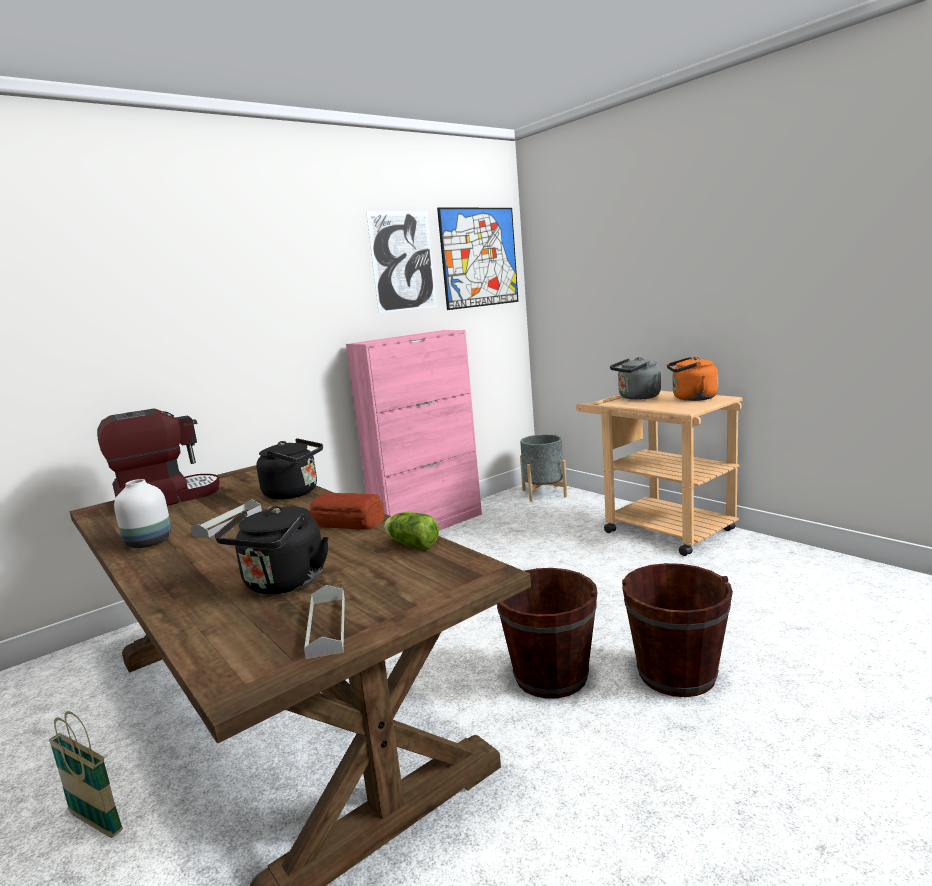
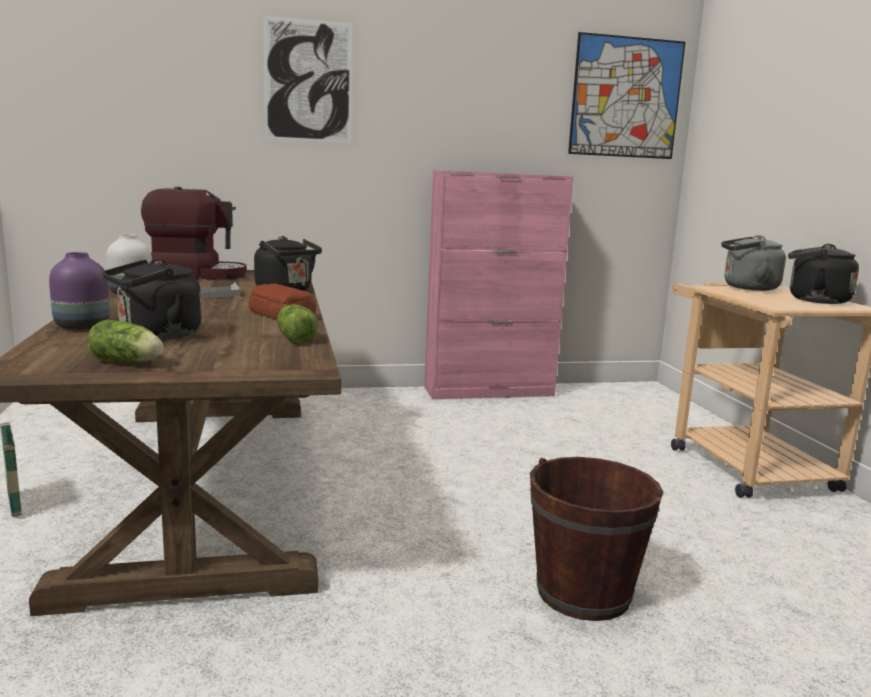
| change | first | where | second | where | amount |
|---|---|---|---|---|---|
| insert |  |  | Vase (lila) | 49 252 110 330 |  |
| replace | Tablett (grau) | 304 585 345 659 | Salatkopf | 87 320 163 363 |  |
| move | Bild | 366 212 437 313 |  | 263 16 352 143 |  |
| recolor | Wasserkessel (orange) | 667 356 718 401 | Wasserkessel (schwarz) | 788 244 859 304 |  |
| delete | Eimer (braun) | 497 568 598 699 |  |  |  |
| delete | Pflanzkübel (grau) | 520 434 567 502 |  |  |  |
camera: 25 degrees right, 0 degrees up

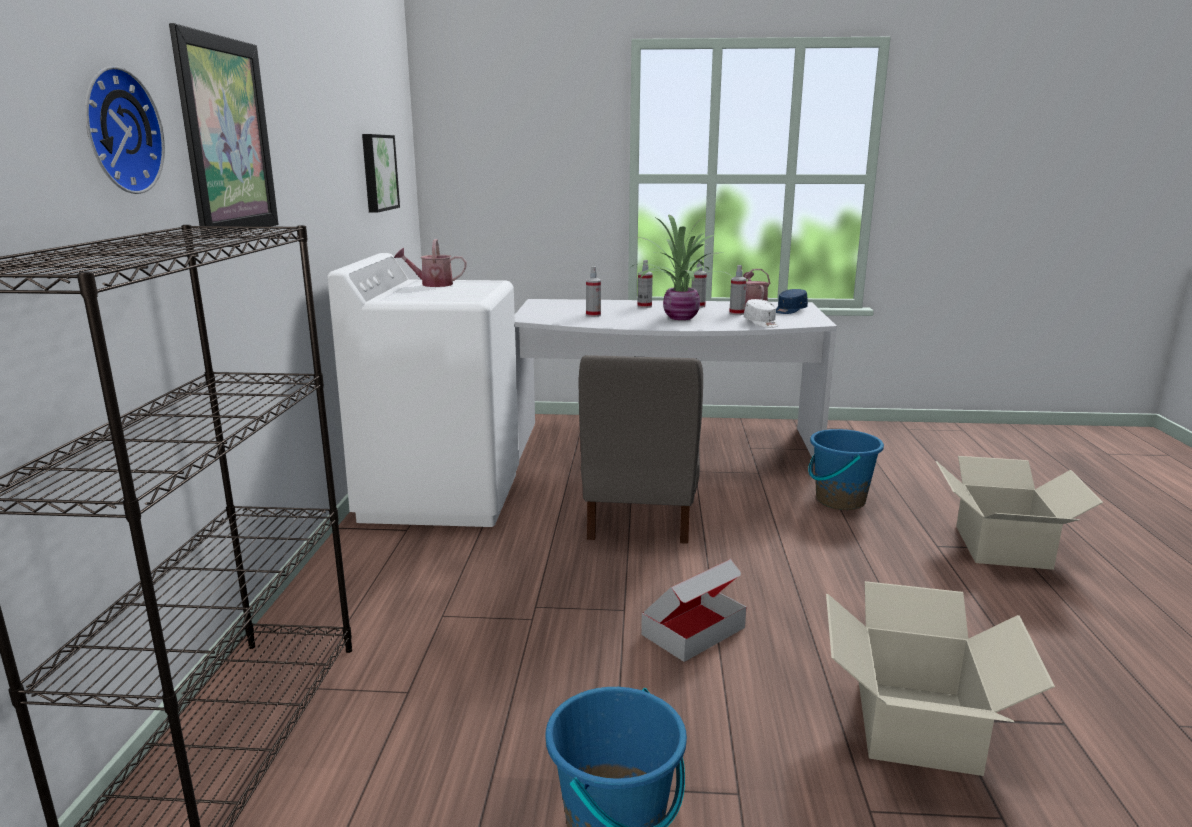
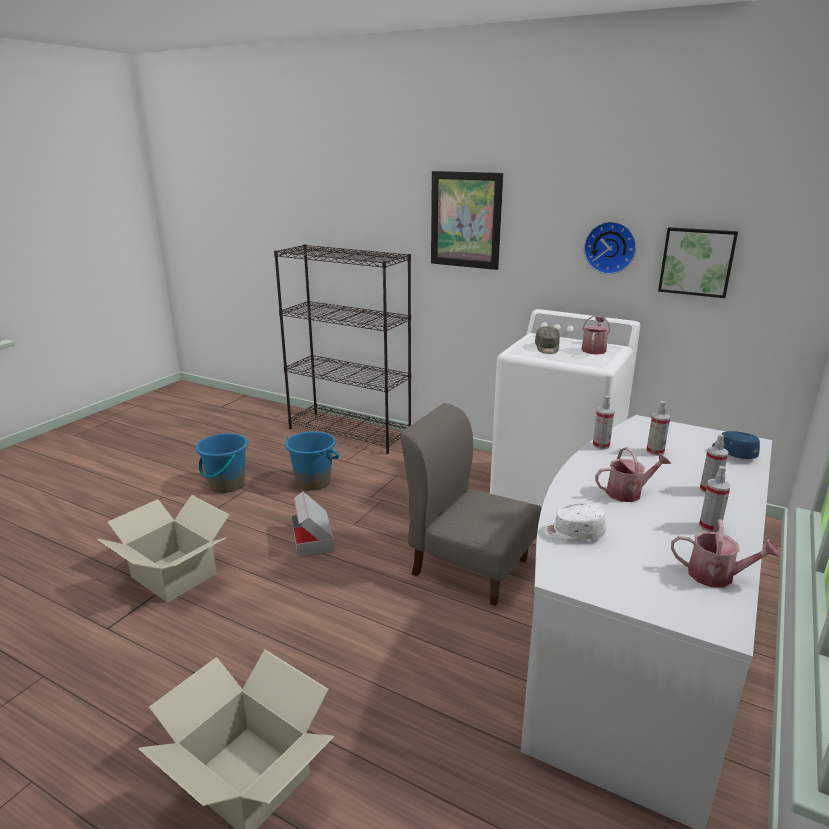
| change | first | where | second | where | amount |
|---|---|---|---|---|---|
| move | Eimer (blau) | 808 429 884 510 |  | 285 431 339 491 |  |
| insert |  |  | Kappe (grau) | 535 326 560 354 |  |
| move | Wanduhr | 85 66 165 194 |  | 584 221 636 274 |  |
| move | Sprühflasche | 729 265 747 315 |  | 593 396 615 449 |  |
| replace | Topfpflanze | 631 215 735 320 | Gießkanne | 595 447 671 502 |  |
| move | Kappe (blau) | 776 289 808 314 |  | 712 431 760 459 |  |
camera: 115 degrees right, 5 degrees up

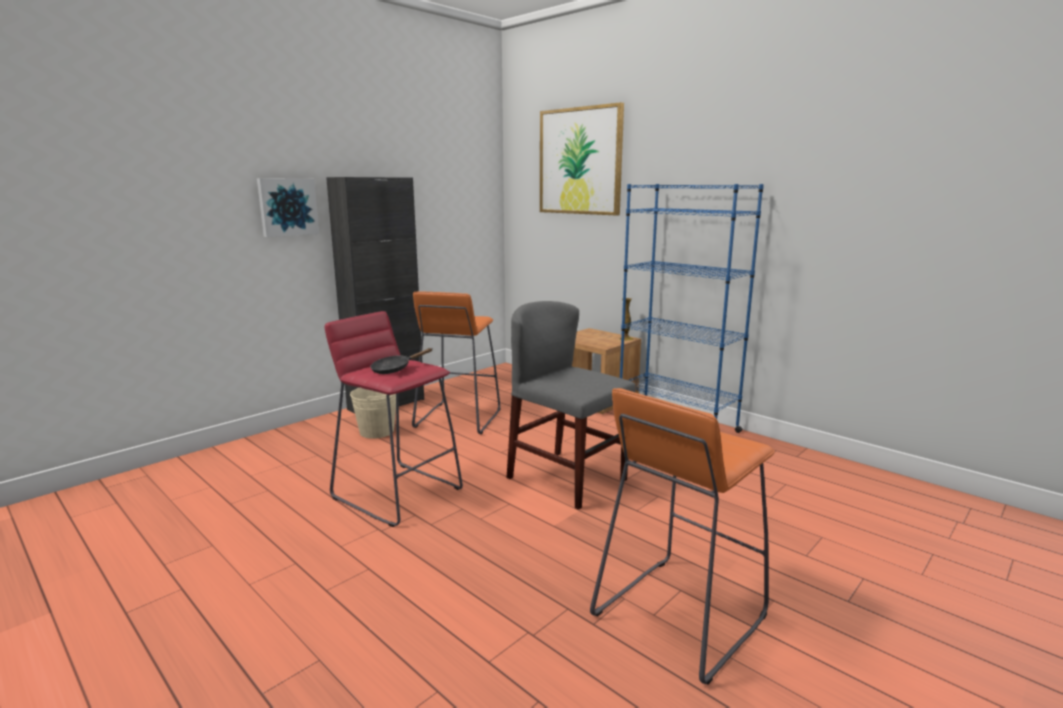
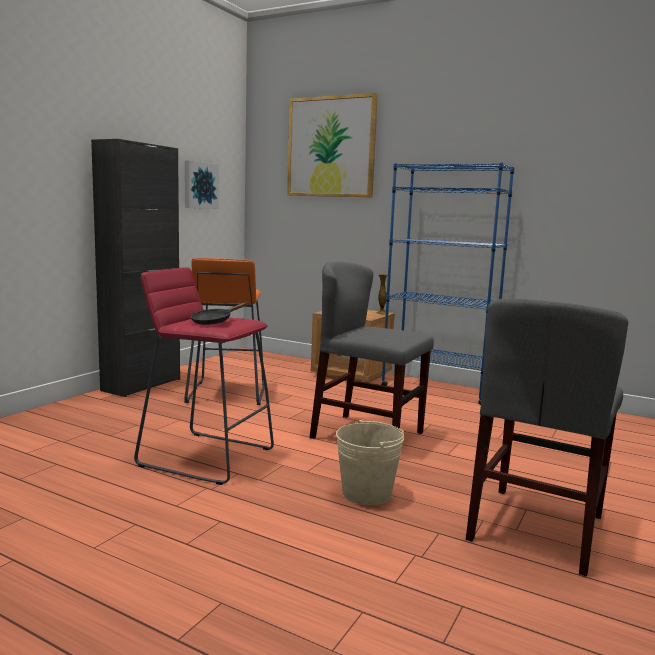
| change | first | where | second | where | amount |
|---|---|---|---|---|---|
| move | Bild | 257 178 319 237 |  | 185 160 219 209 |  |
| move | Eimer (beige) | 350 388 396 439 |  | 336 419 404 505 |  |
| replace | Hocker (orange) | 590 388 775 685 | Stuhl (grau) | 466 298 628 576 |  |
camera: 15 degrees left, 5 degrees down

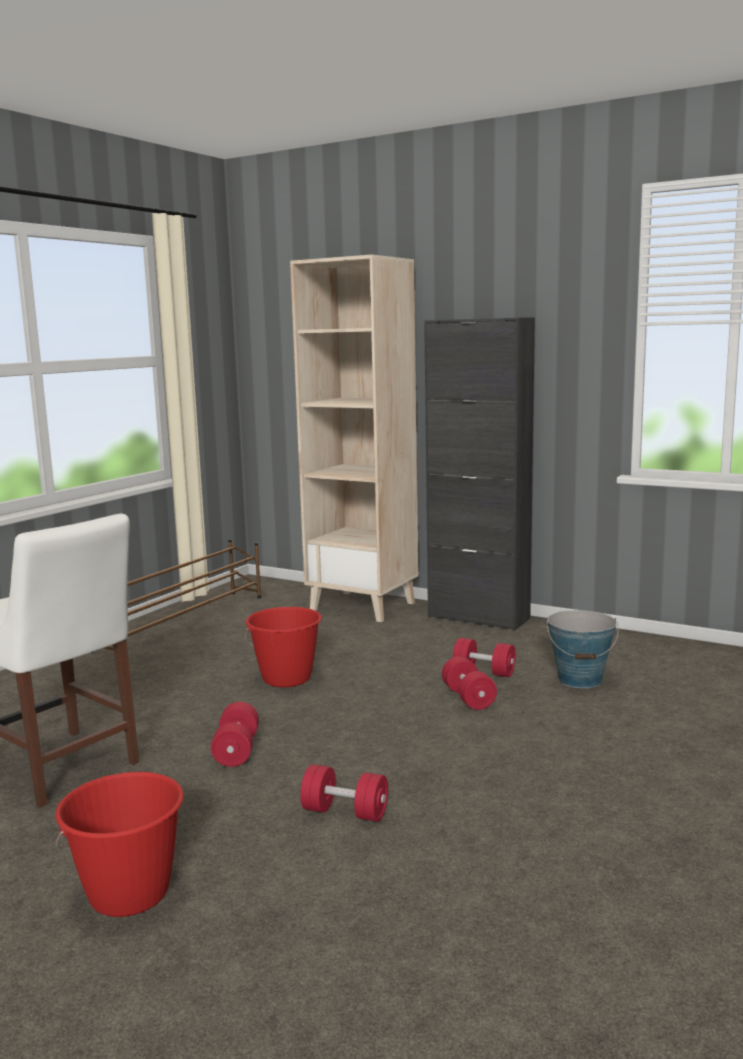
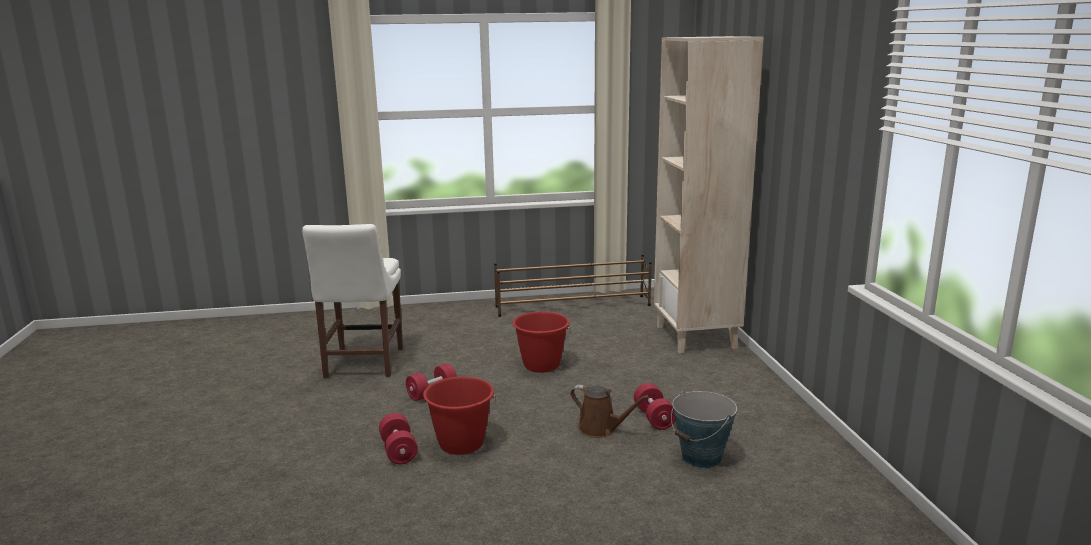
| change | first | where | second | where | amount |
|---|---|---|---|---|---|
| move | Eimer (rot) | 55 772 184 917 |  | 423 376 496 455 |  |
| replace | Hantel (rot) | 442 656 497 710 | Gießkanne (braun) | 570 385 649 438 |  |
| delete | Schrank (schwarz) | 424 318 535 631 |  |  |  |
camera: 50 degrees right, 5 degrees up

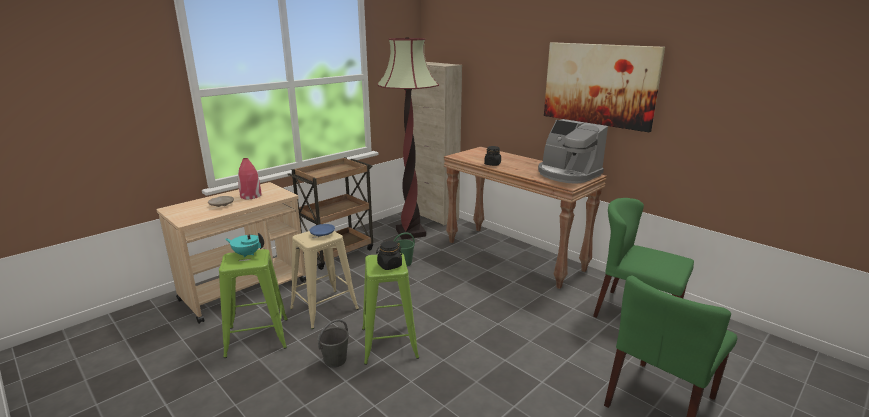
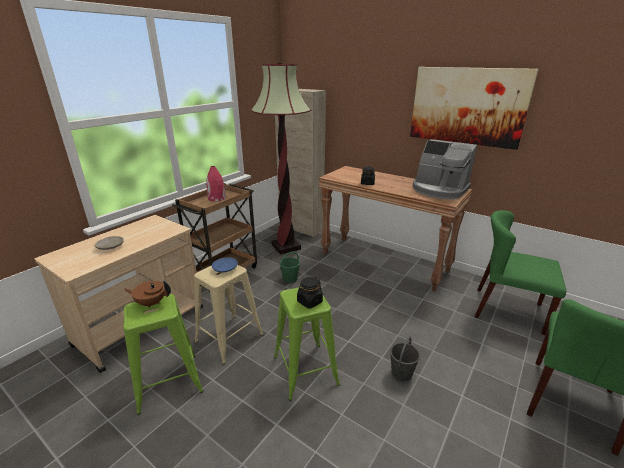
| change | first | where | second | where | amount |
|---|---|---|---|---|---|
| recolor | Teekanne (türkis) | 226 232 264 258 | Teekanne (braun) | 124 280 171 308 |  |
| move | Vase (rot) | 238 158 262 199 |  | 206 166 226 202 |  |
| move | Eimer (grau) | 317 319 349 368 |  | 390 336 420 382 |  |
camera: 10 degrees left, 5 degrees up

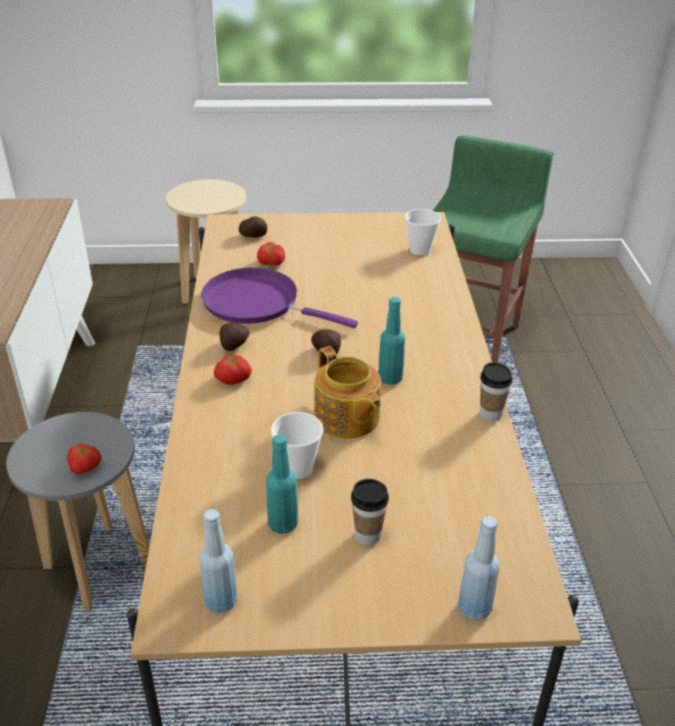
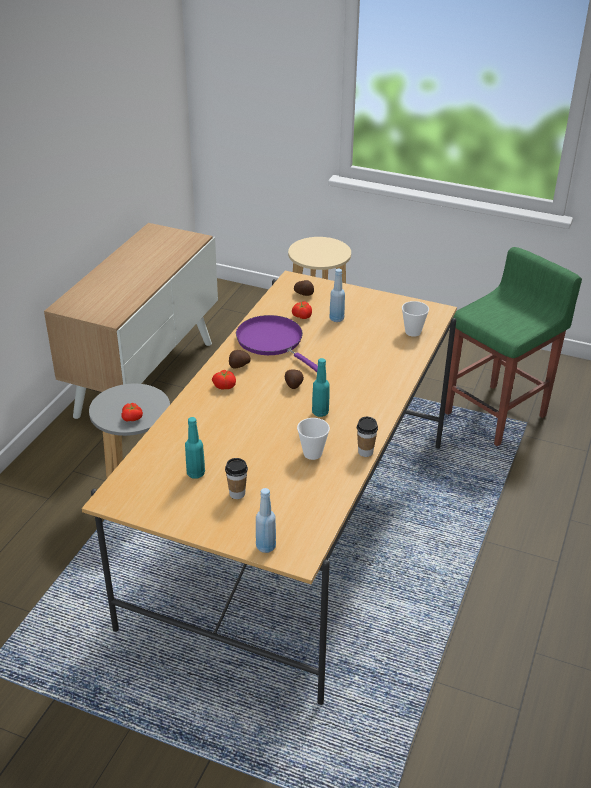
| change | first | where | second | where | amount |
|---|---|---|---|---|---|
| move | Tasse | 271 412 324 479 |  | 297 418 330 460 |  |
| move | Flasche (blau) | 199 509 238 613 |  | 329 269 345 322 |  |
| delete | Teekanne | 314 346 381 439 |  |  |  |
camera: 25 degrees right, 0 degrees up

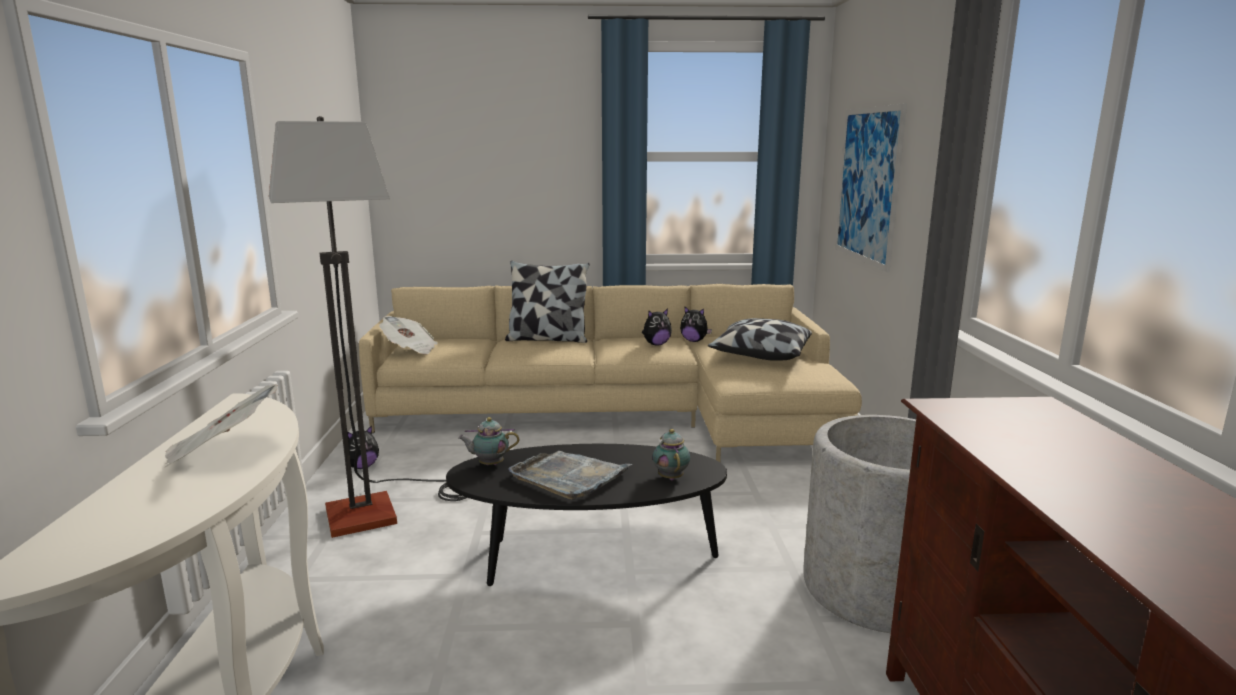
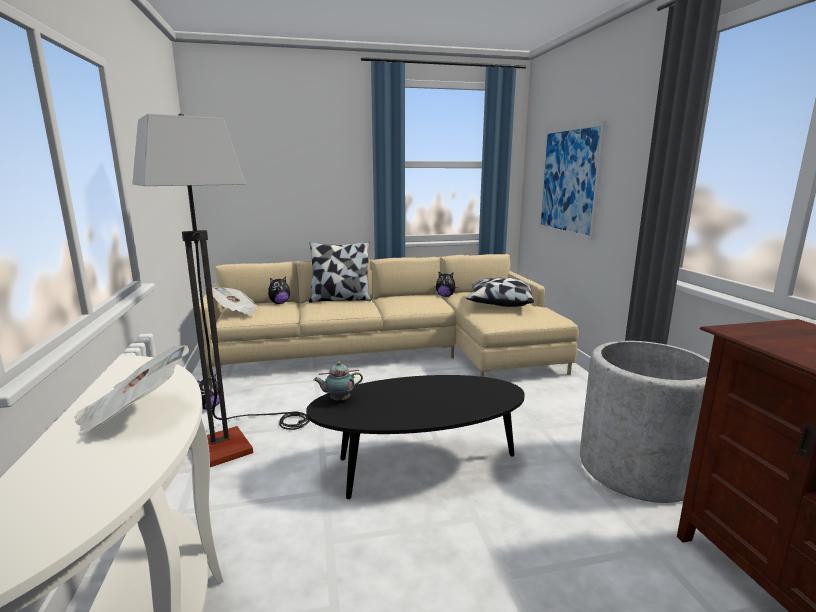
| change | first | where | second | where | amount |
|---|---|---|---|---|---|
| move | Plüschtier | 642 309 672 345 |  | 268 276 290 304 |  |
| delete | Tablett (grau) | 508 451 632 499 |  |  |  |
| delete | Teekanne | 652 429 690 480 |  |  |  |
camera: 10 degrees left, 0 degrees up

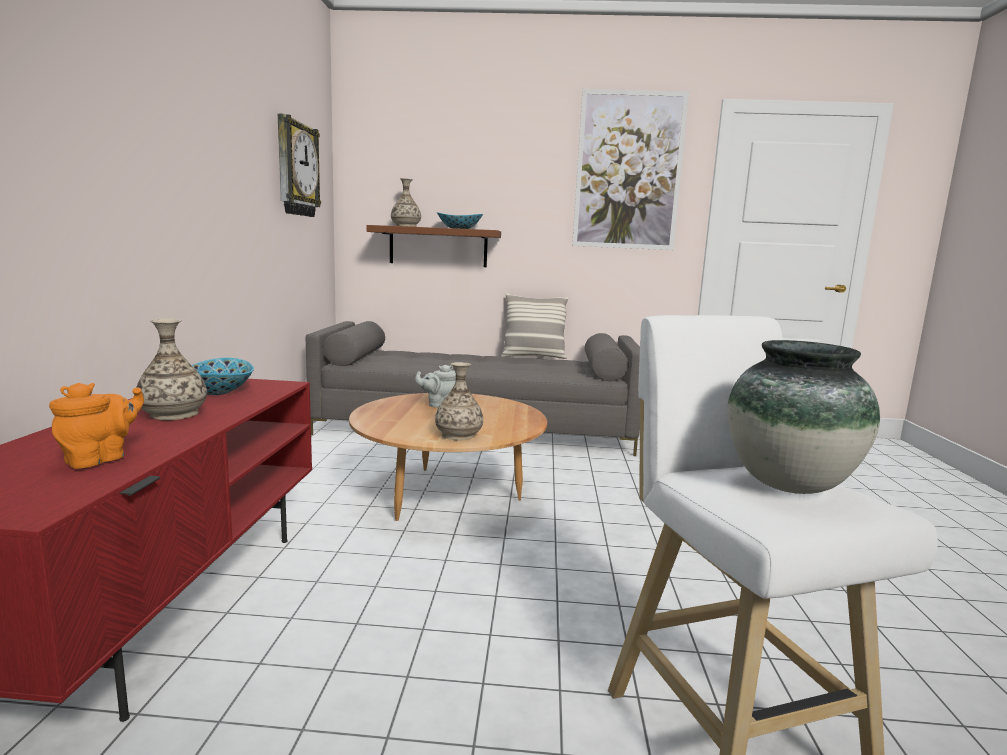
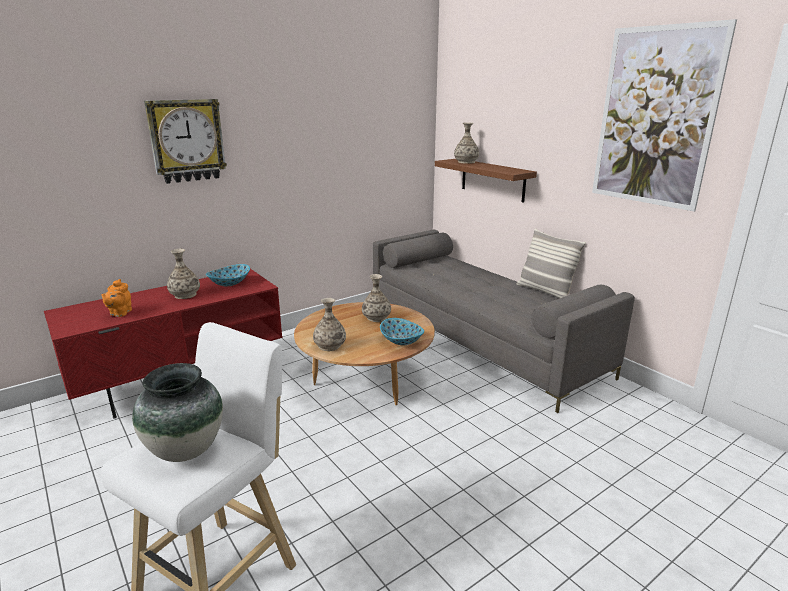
| change | first | where | second | where | amount |
|---|---|---|---|---|---|
| rotate | Teekanne (orange) | 49 383 144 469 |  | 102 279 132 317 | 105 degrees clockwise |
| move | Wanduhr | 278 114 321 217 |  | 144 99 227 184 |  |
| replace | Teekanne (grau) | 415 365 456 407 | Vase | 362 274 391 322 |  |
| move | Schüssel | 437 212 483 229 |  | 380 318 424 345 |  |
camera: 50 degrees right, 10 degrees up

